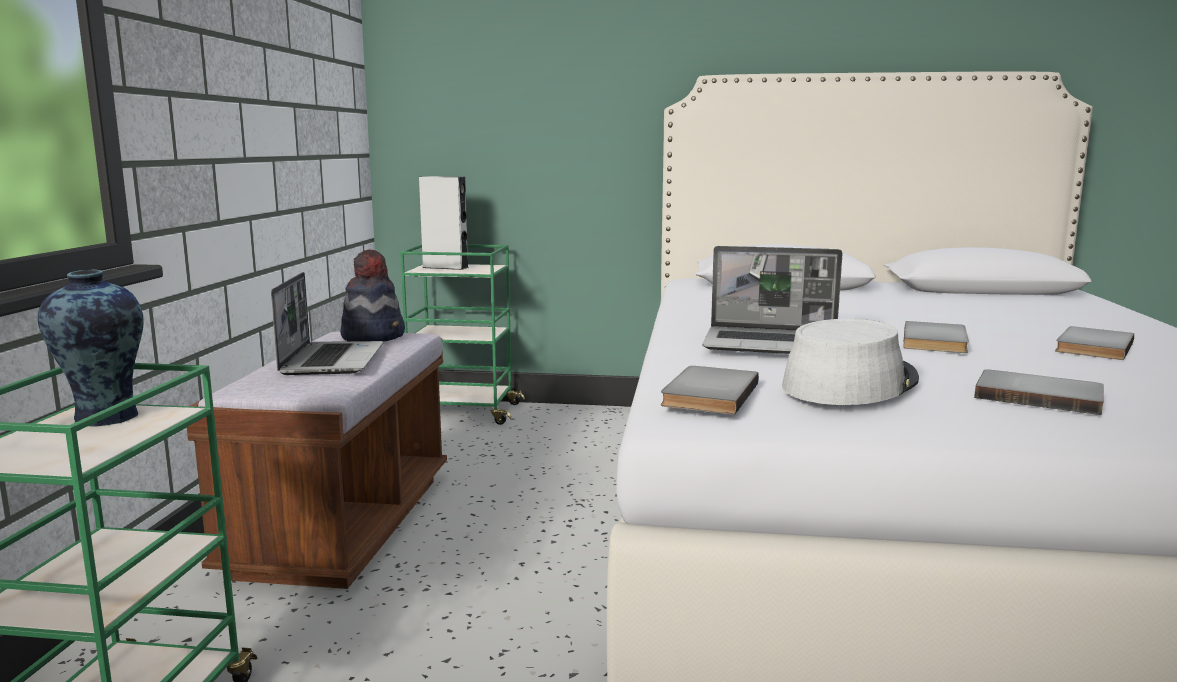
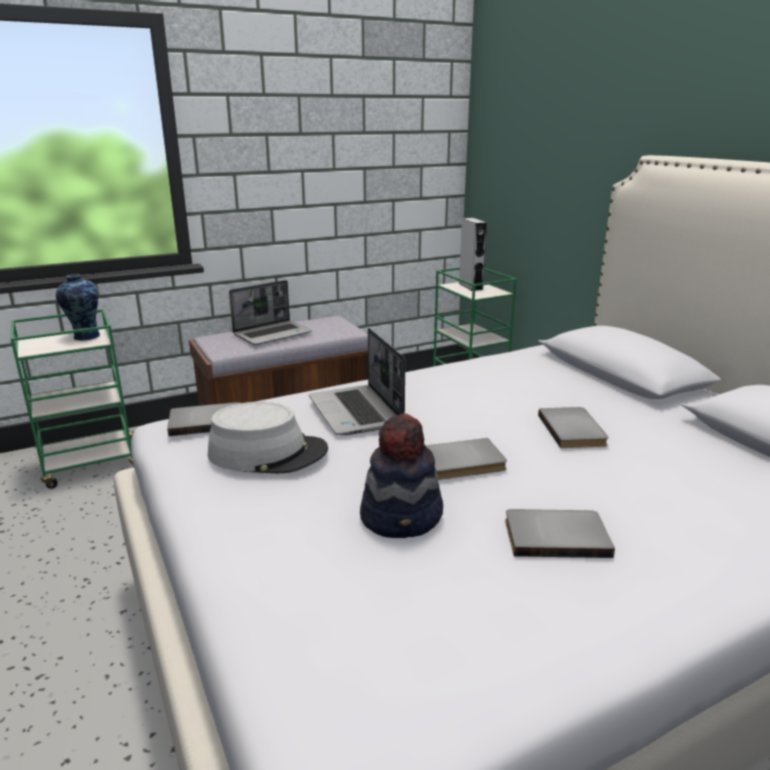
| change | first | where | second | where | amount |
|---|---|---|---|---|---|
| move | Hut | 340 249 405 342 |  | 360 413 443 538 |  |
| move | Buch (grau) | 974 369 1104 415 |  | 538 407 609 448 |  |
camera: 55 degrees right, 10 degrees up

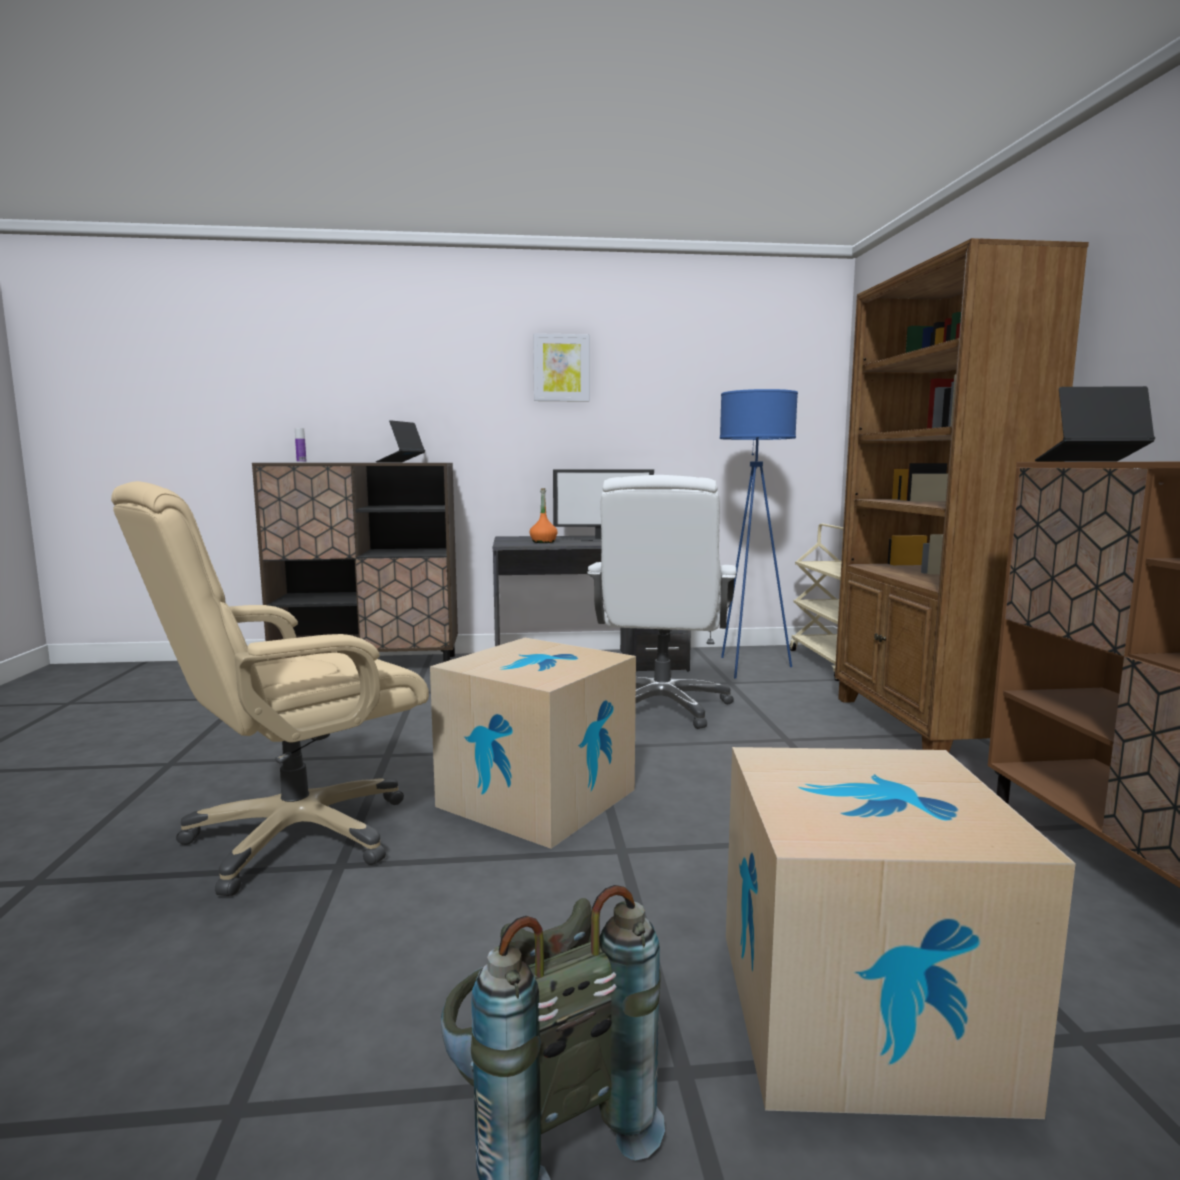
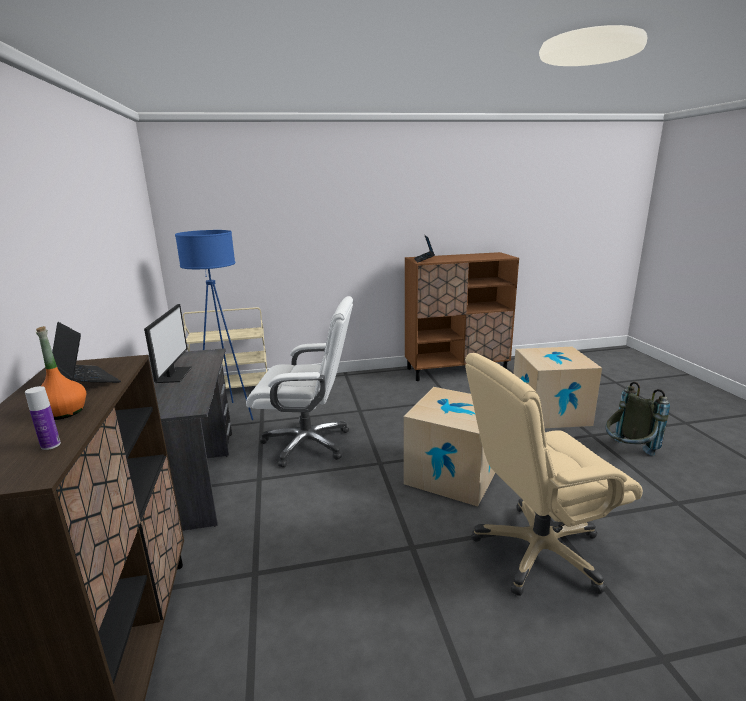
| change | first | where | second | where | amount |
|---|---|---|---|---|---|
| move | Flasche (orange) | 530 488 558 543 |  | 35 326 86 420 |  |
| rotate | Laptop | 376 420 425 462 |  | 52 322 121 383 | 150 degrees counterclockwise |
| rotate | Bürostuhl (beige) | 111 481 429 896 |  | 465 353 643 596 | 120 degrees clockwise |
| delete | Bild | 533 333 590 402 |  |  |  |
| delete | Bücherregal (braun) | 835 238 1089 752 |  |  |  |
camera: 95 degrees left, 10 degrees up

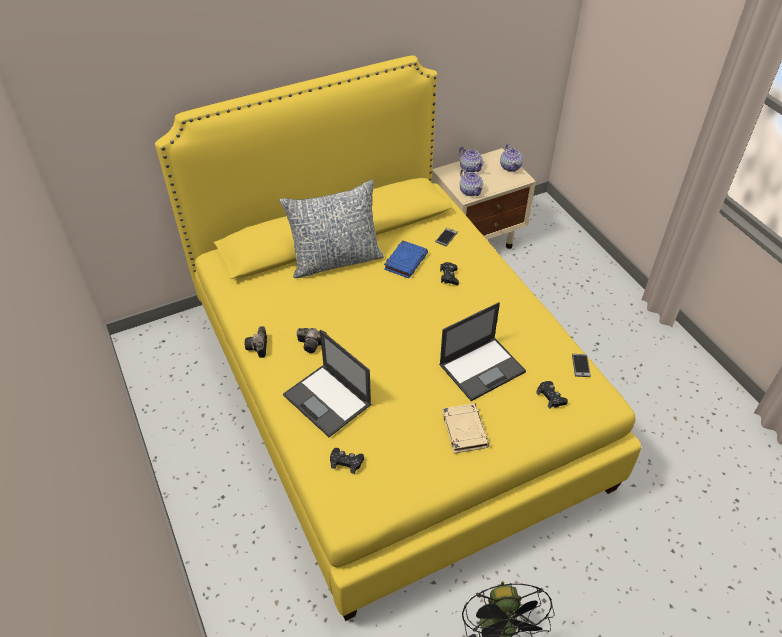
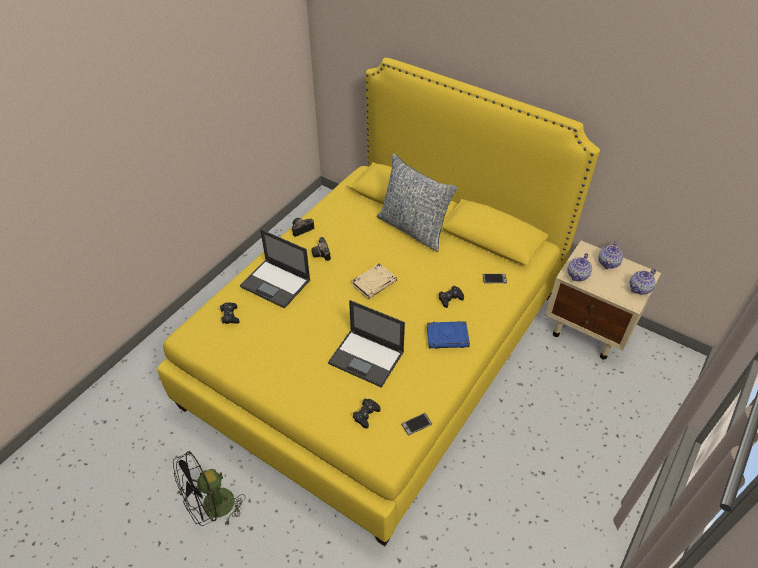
| change | first | where | second | where | amount |
|---|---|---|---|---|---|
| rotate | Laptop | 283 330 371 437 |  | 240 229 311 309 | 75 degrees counterclockwise |
| move | Buch (beige) | 442 403 489 454 |  | 352 263 397 299 |  |
| move | Buch (blau) | 384 240 428 278 |  | 427 321 470 349 |  |
camera: 60 degrees right, 0 degrees up

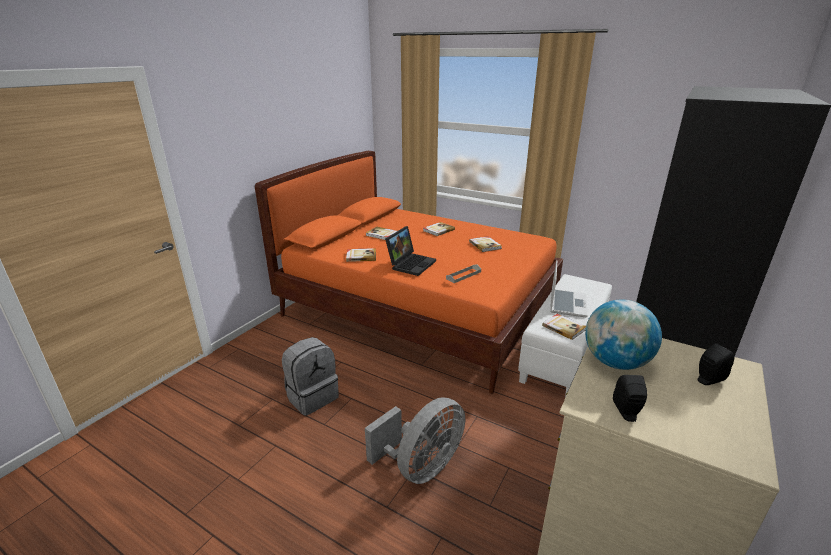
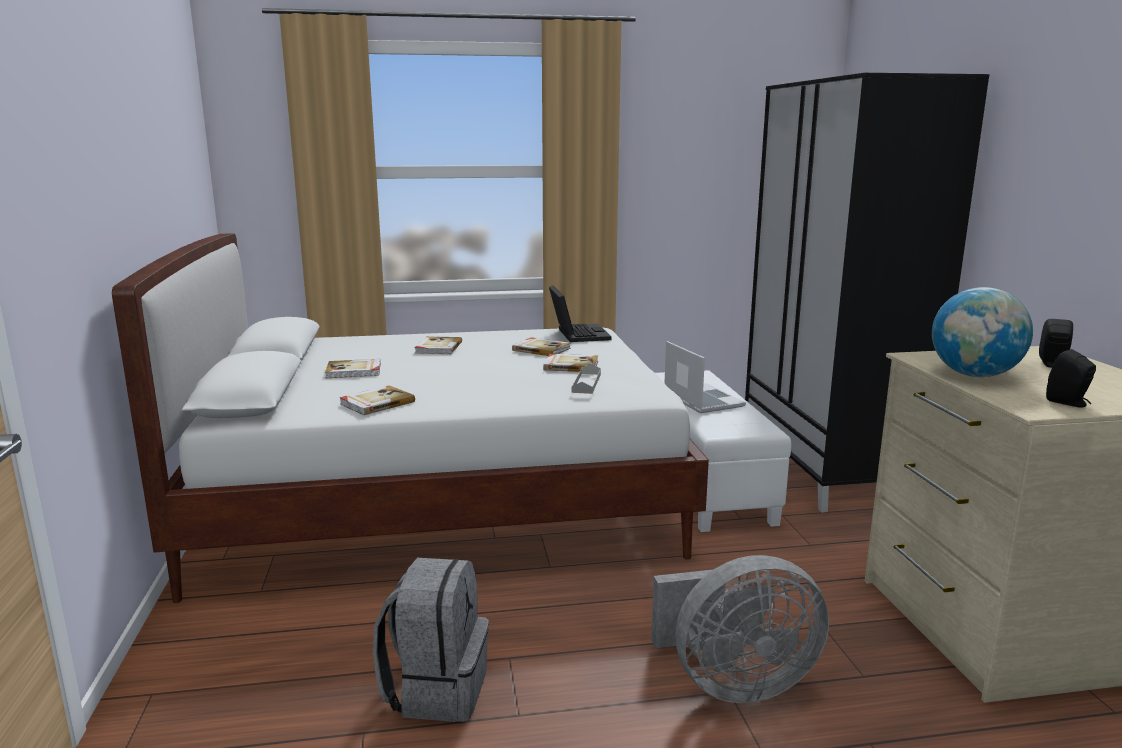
| change | first | where | second | where | amount |
|---|---|---|---|---|---|
| recolor | Bett (orange) | 255 151 563 394 | Bett (weiß) | 112 233 709 603 |  |
| move | Buch | 542 314 586 340 |  | 543 354 598 372 |  |
| move | Laptop | 385 226 436 276 |  | 549 286 611 342 |  |
| rotate | Ventilator (grau) | 365 397 465 484 |  | 651 555 829 703 | 75 degrees clockwise |
camera: 40 degrees left, 10 degrees down

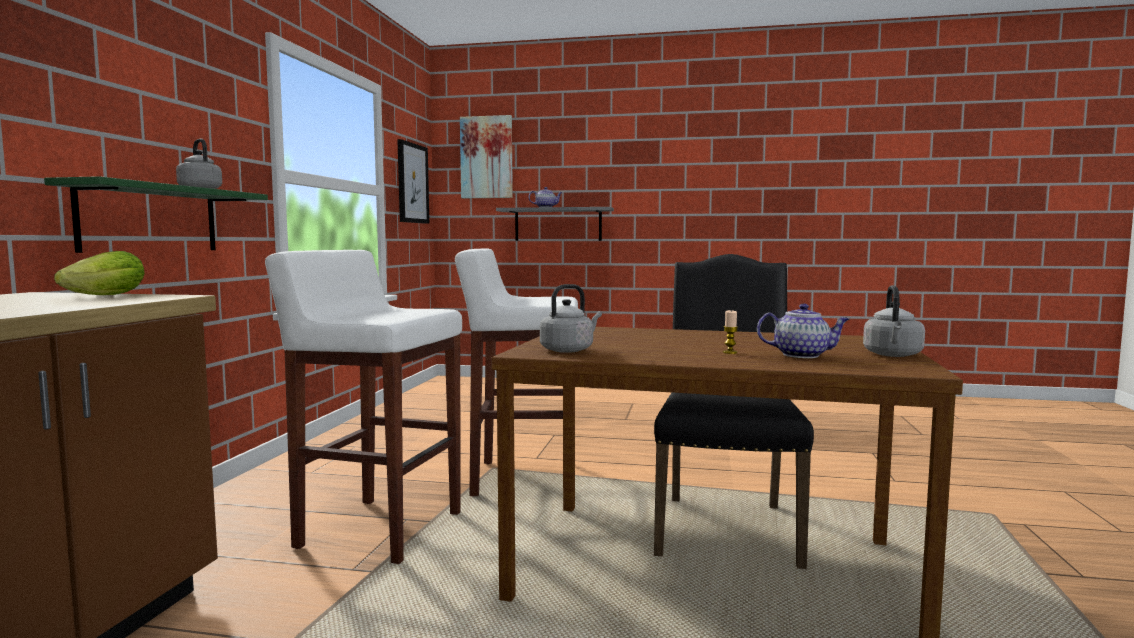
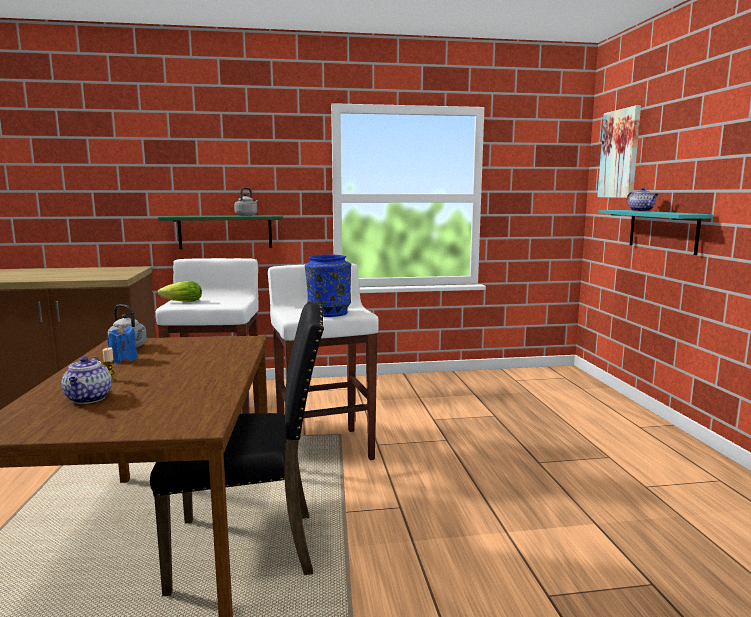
| change | first | where | second | where | amount |
|---|---|---|---|---|---|
| insert |  |  | Kerze (blau) | 107 325 138 363 |  |
| move | Salatkopf | 54 251 145 295 |  | 158 281 202 302 |  |
| insert |  |  | Vase (blau) | 305 254 351 317 |  |
| recolor | Wandregal (grau) | 496 207 614 241 | Wandregal (türkis) | 598 210 713 255 |  |
| delete | Bild | 397 139 429 224 |  |  |  |
| delete | Wasserkessel (grau) | 863 285 925 357 |  |  |  |
camera: 70 degrees right, 5 degrees up

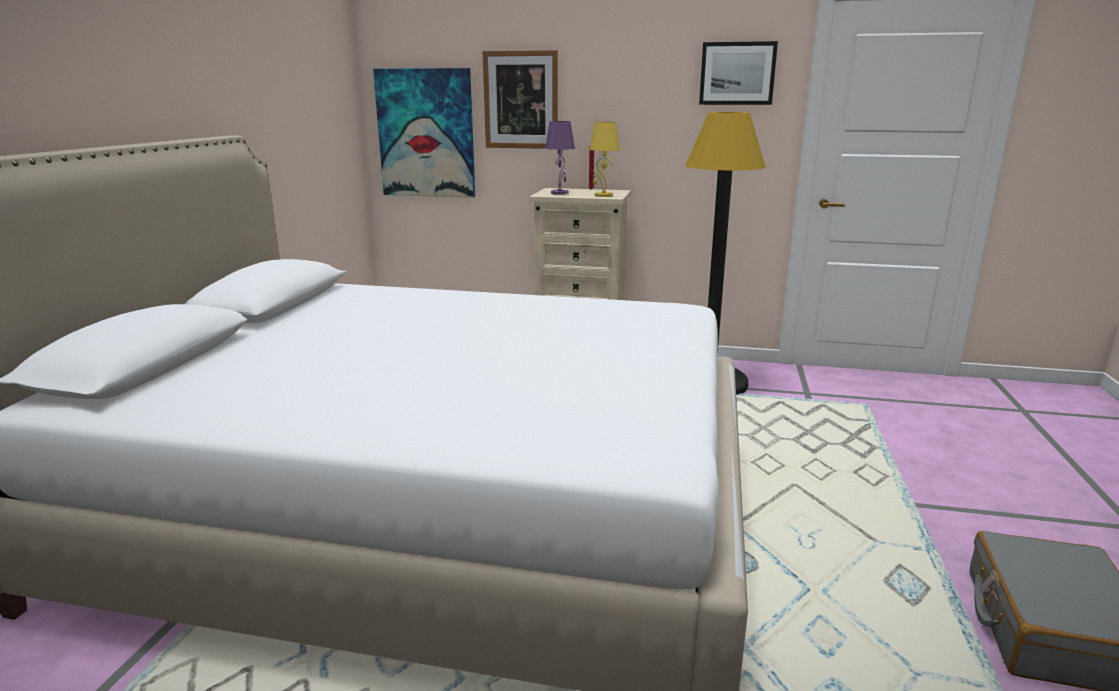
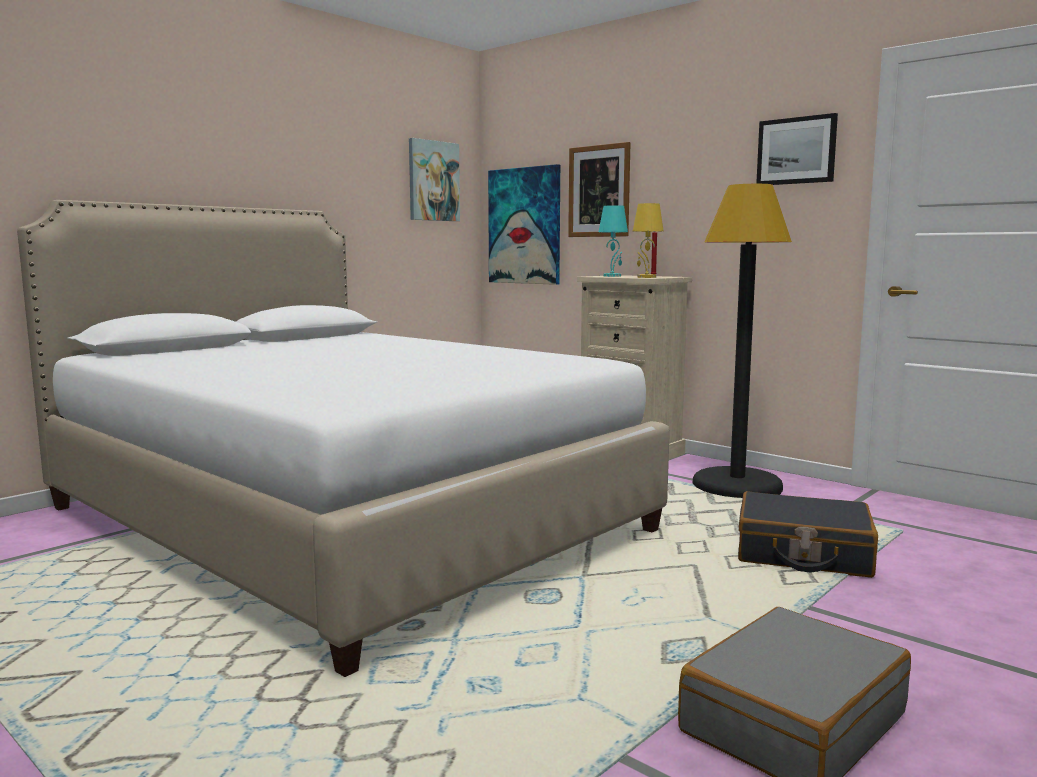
| change | first | where | second | where | amount |
|---|---|---|---|---|---|
| insert |  |  | Bild | 409 138 460 221 |  |
| recolor | Tischlampe (lila) | 545 121 575 195 | Tischlampe (türkis) | 599 205 628 277 |  |
| insert |  |  | Koffer (schwarz) | 738 491 878 578 |  |
camera: 30 degrees right, 10 degrees down

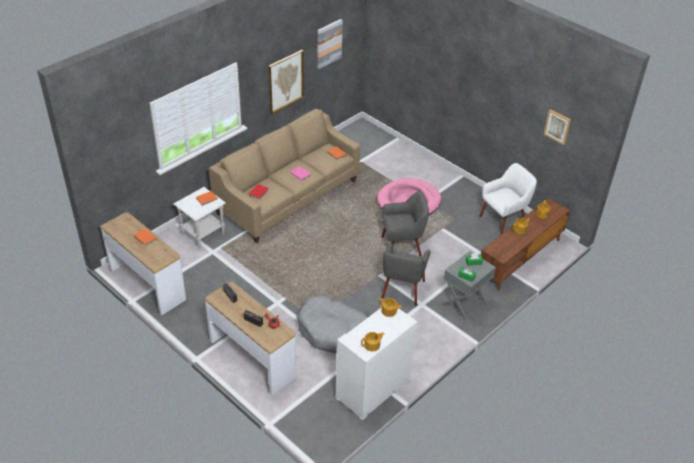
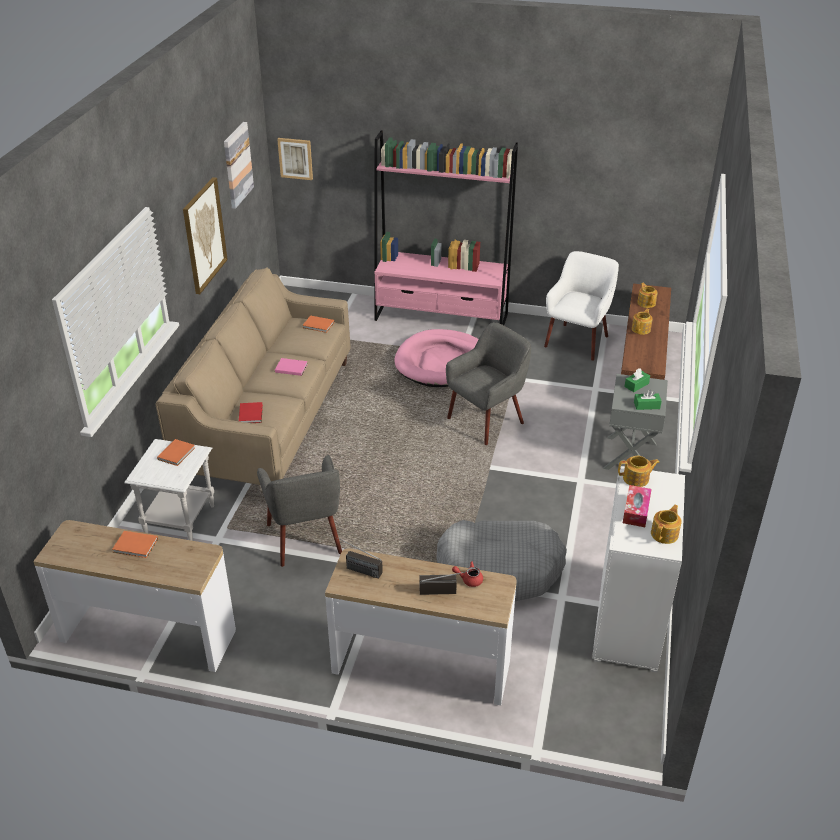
| change | first | where | second | where | amount |
|---|---|---|---|---|---|
| move | Sessel (grau) | 381 242 431 306 |  | 257 455 342 567 |  |
| move | Bild | 544 109 571 145 |  | 277 138 313 180 |  |
| insert |  |  | Bücherregal (rosa) | 374 130 518 325 |  |
| insert |  |  | Taschentuchbox | 623 485 652 527 |  |
camera: 30 degrees left, 5 degrees down

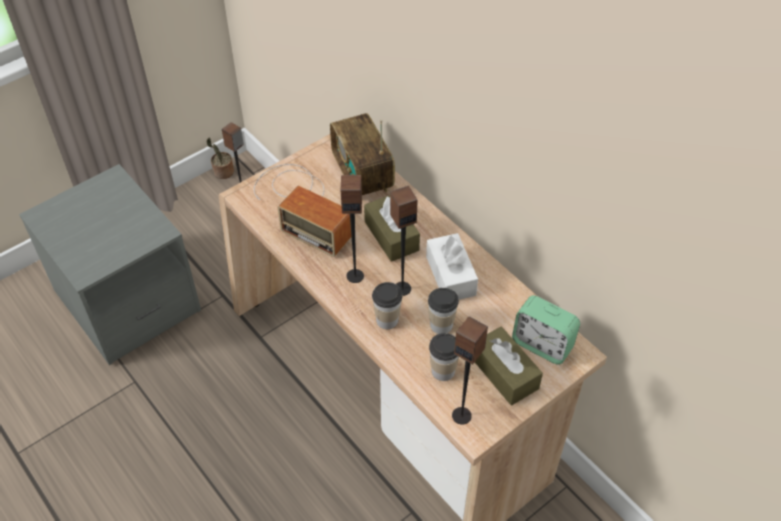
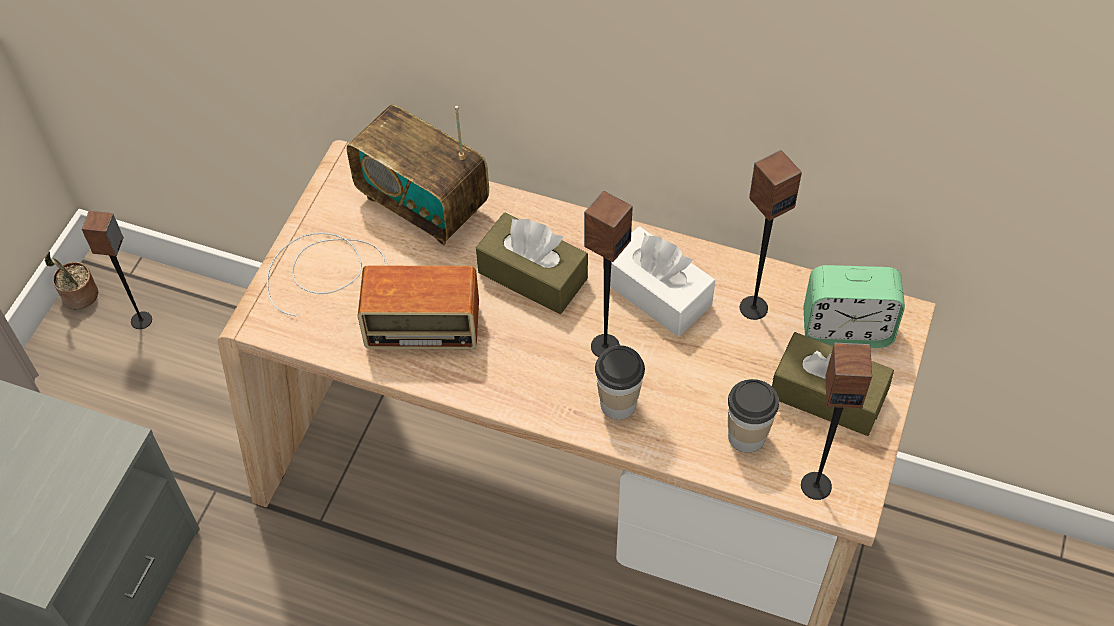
| change | first | where | second | where | amount |
|---|---|---|---|---|---|
| move | Lautsprecher | 341 175 364 283 |  | 740 150 802 320 |  |
| delete | Tasse | 428 288 459 334 |  |  |  |
camera: 30 degrees left, 5 degrees up

